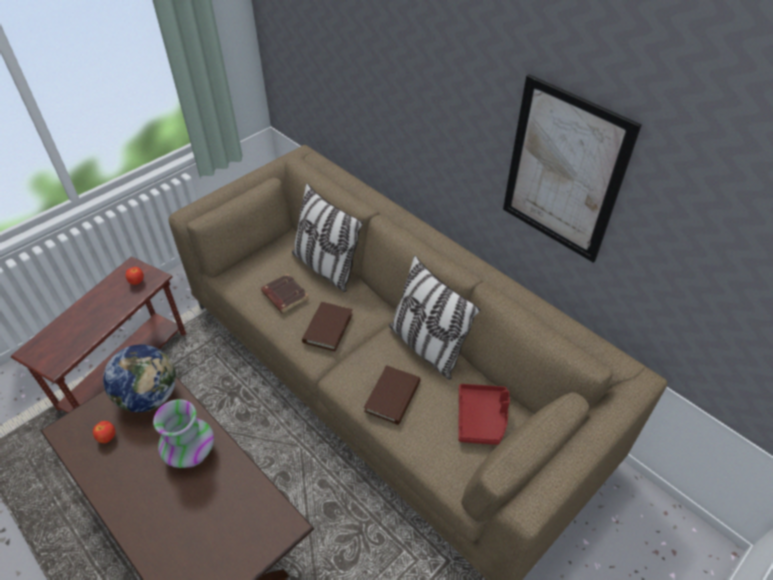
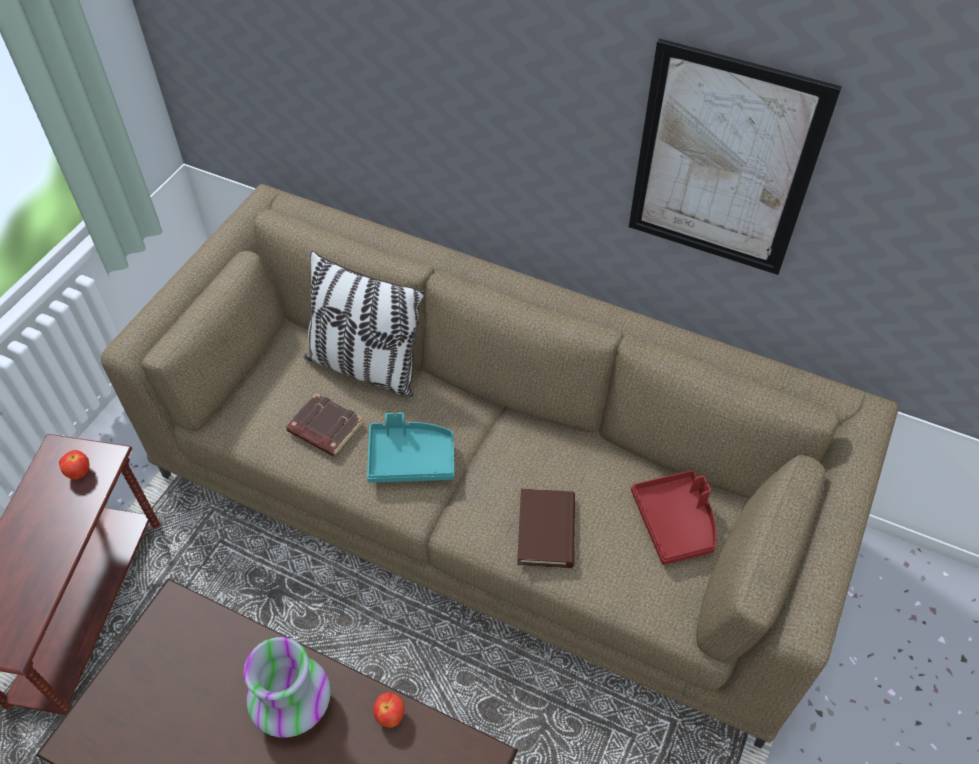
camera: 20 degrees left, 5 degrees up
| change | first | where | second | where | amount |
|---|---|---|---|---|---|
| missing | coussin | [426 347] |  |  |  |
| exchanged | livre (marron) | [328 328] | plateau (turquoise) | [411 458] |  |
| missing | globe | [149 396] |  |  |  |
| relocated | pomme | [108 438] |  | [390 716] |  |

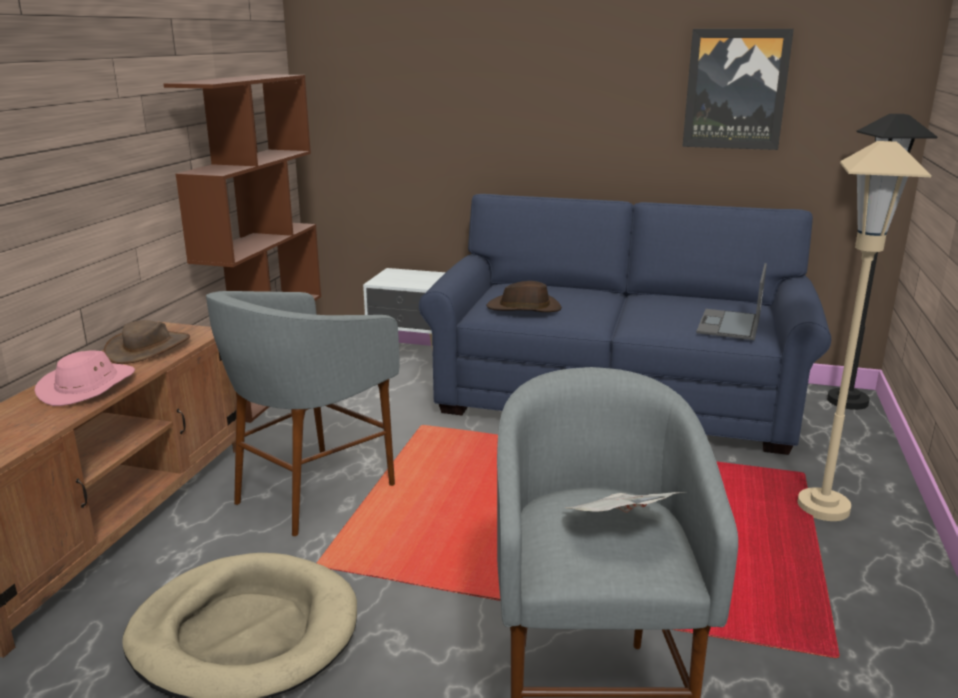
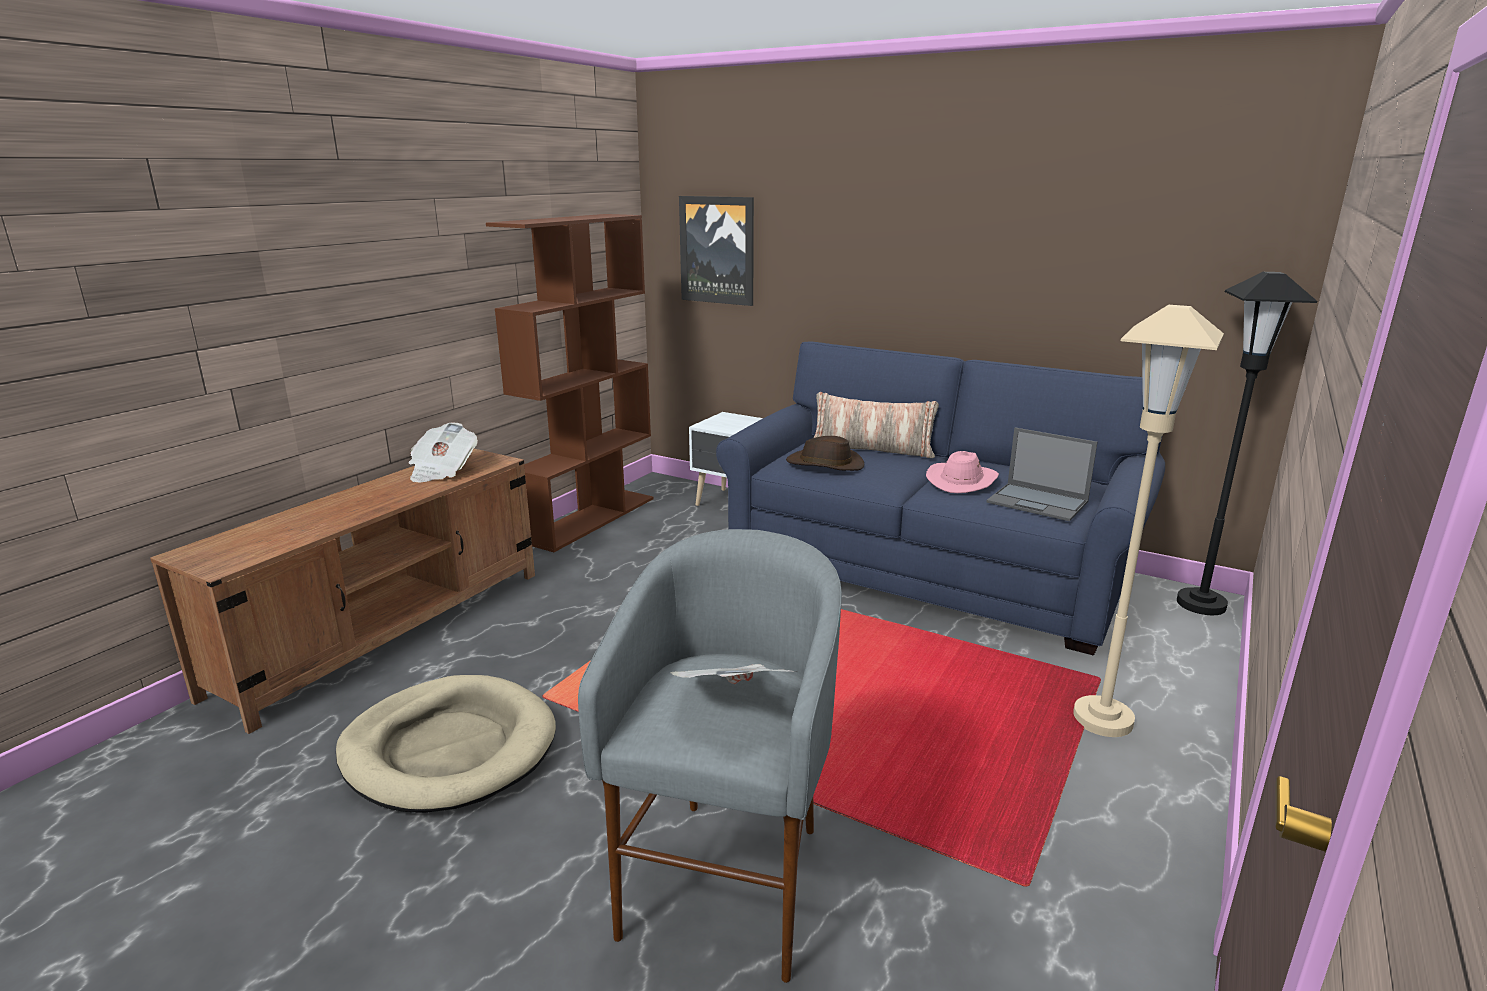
camera: 15 degrees right, 0 degrees up
| change | first | where | second | where | amount |
|---|---|---|---|---|---|
| relocated | tableau | [735 89] |  | [717 250] |  |
| spun | ordinateur portable | [729 325] |  | [1038 502] | 90 degrees counterclockwise |
| missing | tabouret (gris) | [312 493] |  |  |  |
| exchanged | chapeau (marron) | [148 348] | journal | [442 471] |  |
| relocated | chapeau (rose) | [88 387] |  | [962 481] |  |
| appeared |  |  | coussin | [872 449] |  |

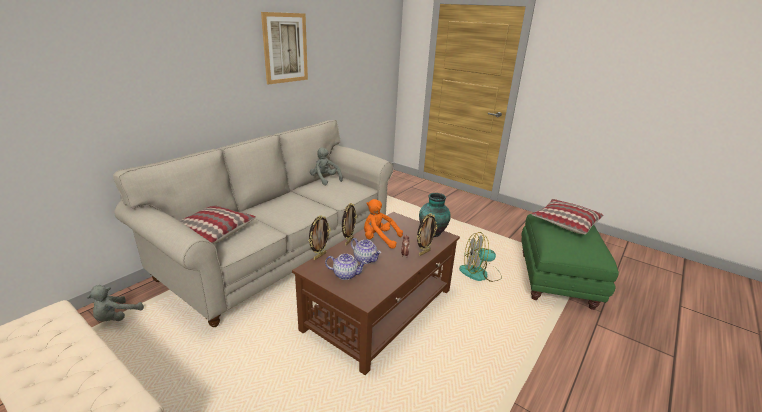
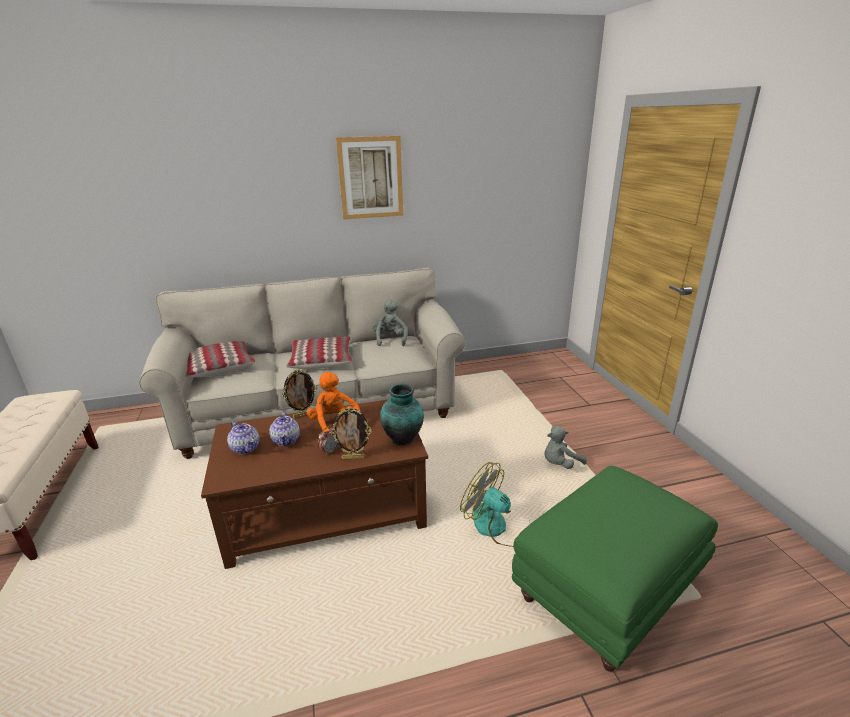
camera: 40 degrees right, 0 degrees up
| change | first | where | second | where | amount |
|---|---|---|---|---|---|
| relocated | coussin | [565 223] |  | [321 360] |  |
| missing | cadre photo | [319 256] |  |  |  |
| relocated | peluche (gris) | [116 318] |  | [560 464] |  |

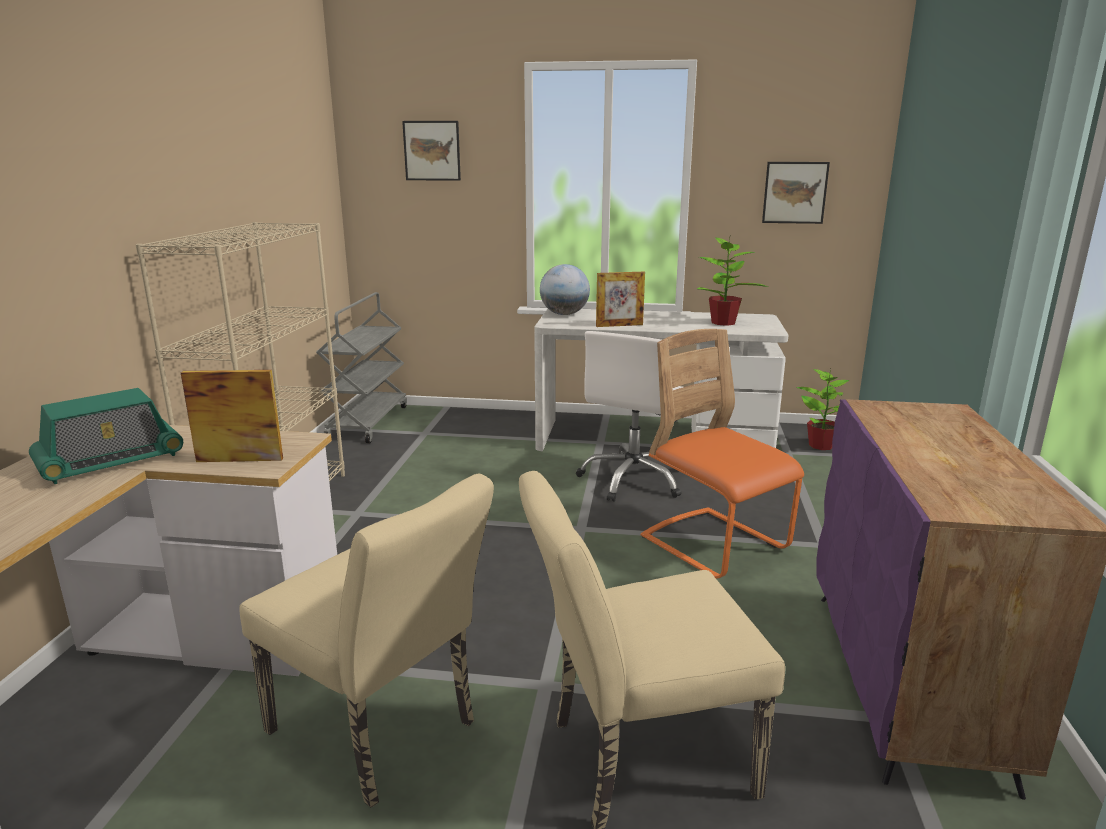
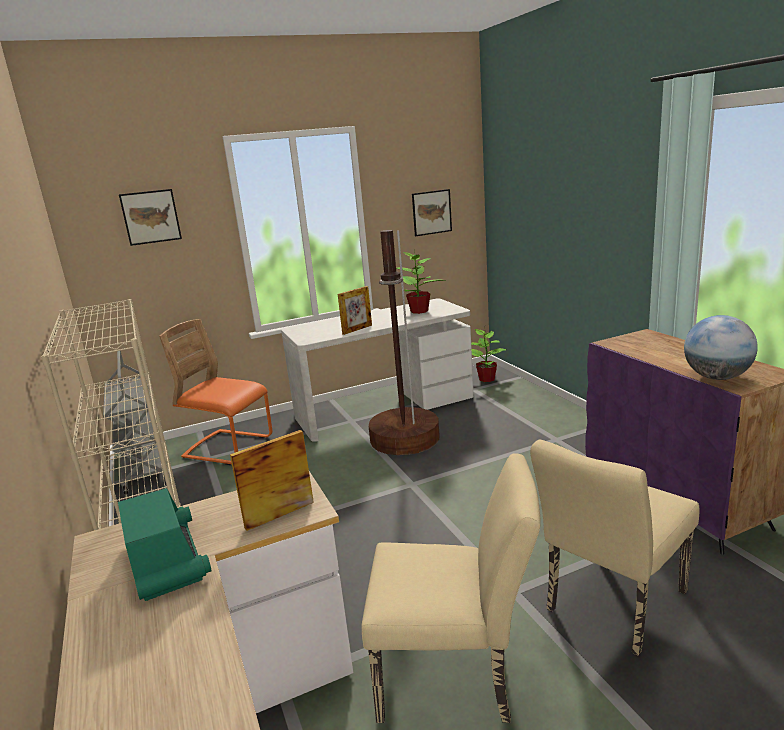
camera: 30 degrees left, 0 degrees up
| change | first | where | second | where | amount |
|---|---|---|---|---|---|
| relocated | globe | [564 314] |  | [716 377] |  |
| relocated | chaise (orange) | [714 545] |  | [228 448] |  |
| exchanged | chaise de bureau (blanc) | [633 480] | lampadaire (marron) | [404 439] |  |
| spun | radio | [111 461] |  | [167 561] | 45 degrees counterclockwise |

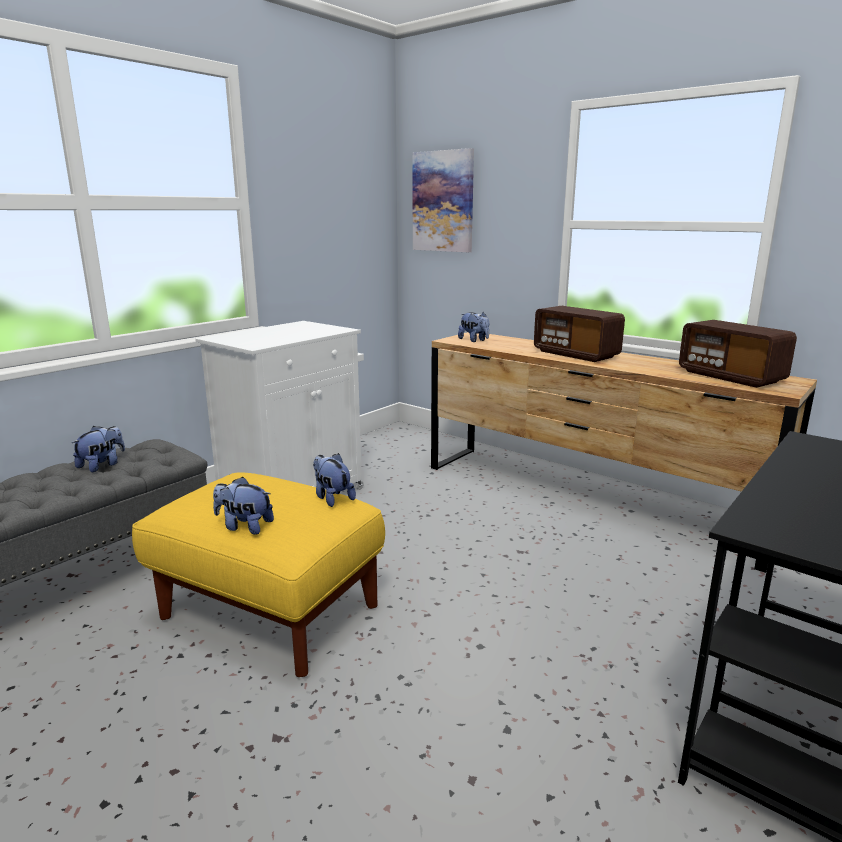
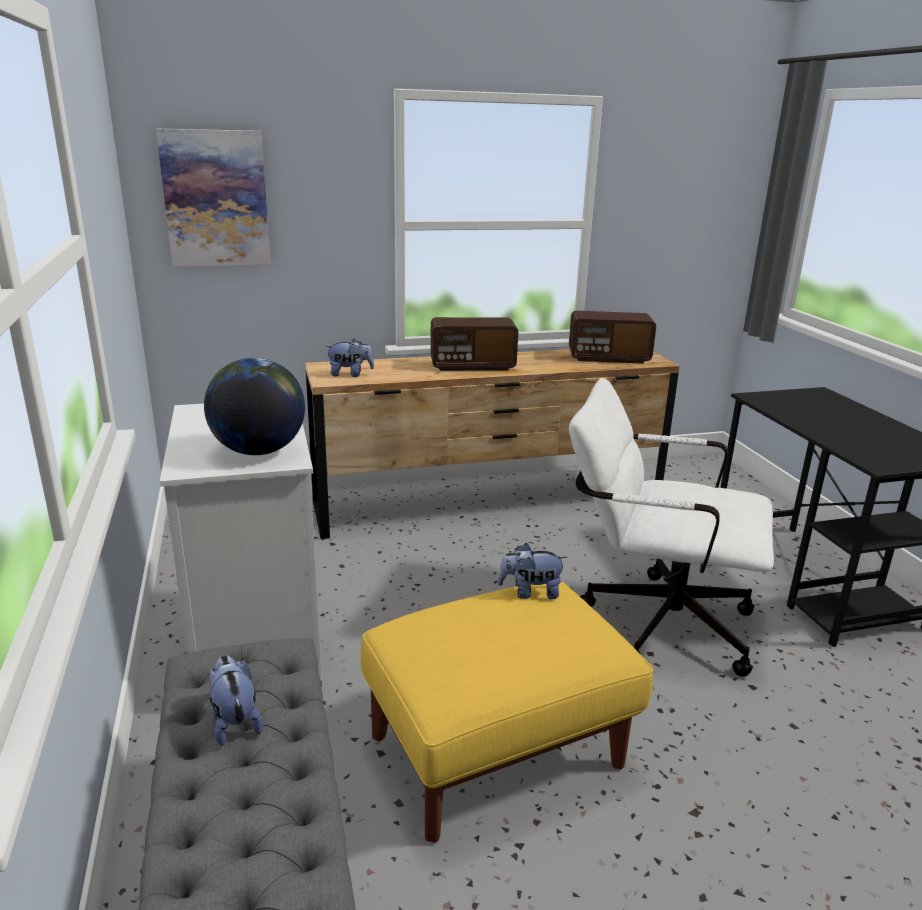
camera: 55 degrees left, 5 degrees up
| change | first | where | second | where | amount |
|---|---|---|---|---|---|
| missing | peluche | [244 526] |  |  |  |
| appeared |  |  | globe | [258 451] |  |
| appeared |  |  | chaise de bureau (blanc) | [652 621] |  |

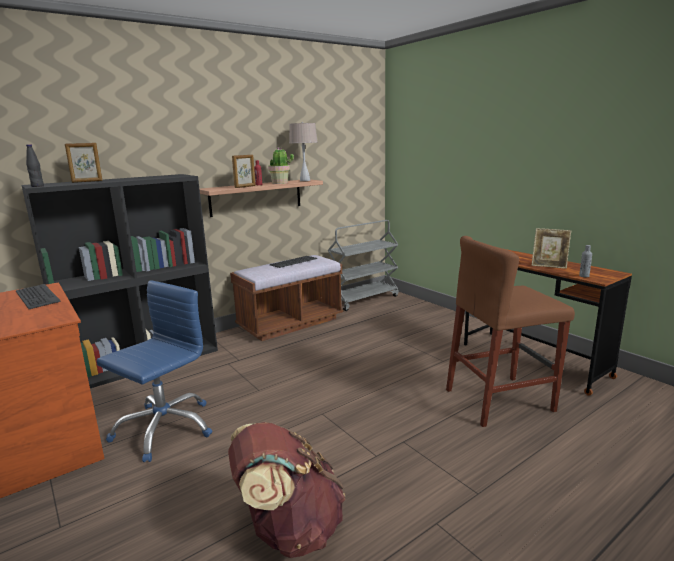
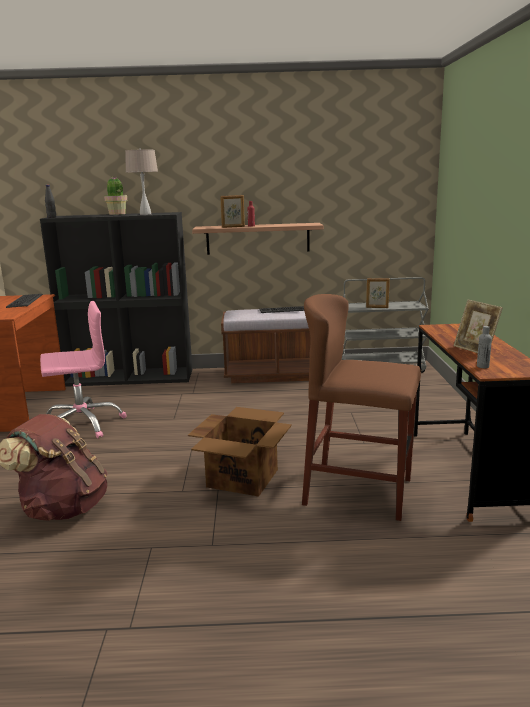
camera: 35 degrees right, 0 degrees up
| change | first | where | second | where | amount |
|---|---|---|---|---|---|
| relocated | lampe de table (beige) | [305 180] |  | [145 214] |  |
| relocated | cadre photo | [87 181] |  | [377 307] |  |
| relocated | plante en pot | [280 183] |  | [117 214] |  |
| colour | chaise de bureau (bleu) | [164 428] | chaise de bureau (rose) | [82 424] |  |
| appeared |  |  | carton | [243 478] |  |

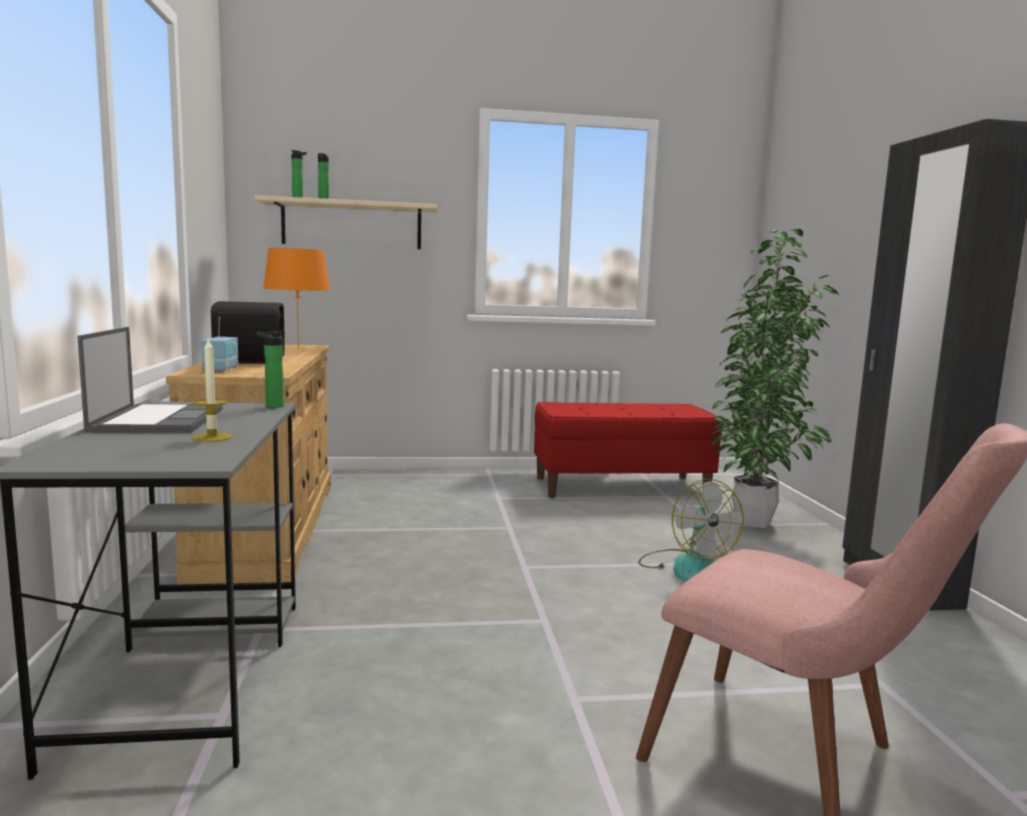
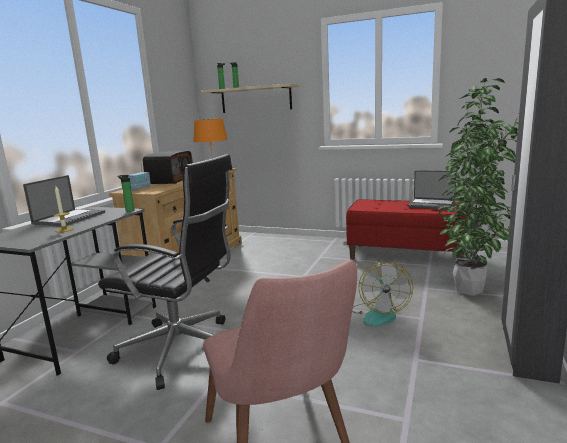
camera: 30 degrees right, 5 degrees up
| change | first | where | second | where | amount |
|---|---|---|---|---|---|
| appeared |  |  | chaise de bureau (noir) | [182 350] |  |
| appeared |  |  | ordinateur portable | [432 205] |  |

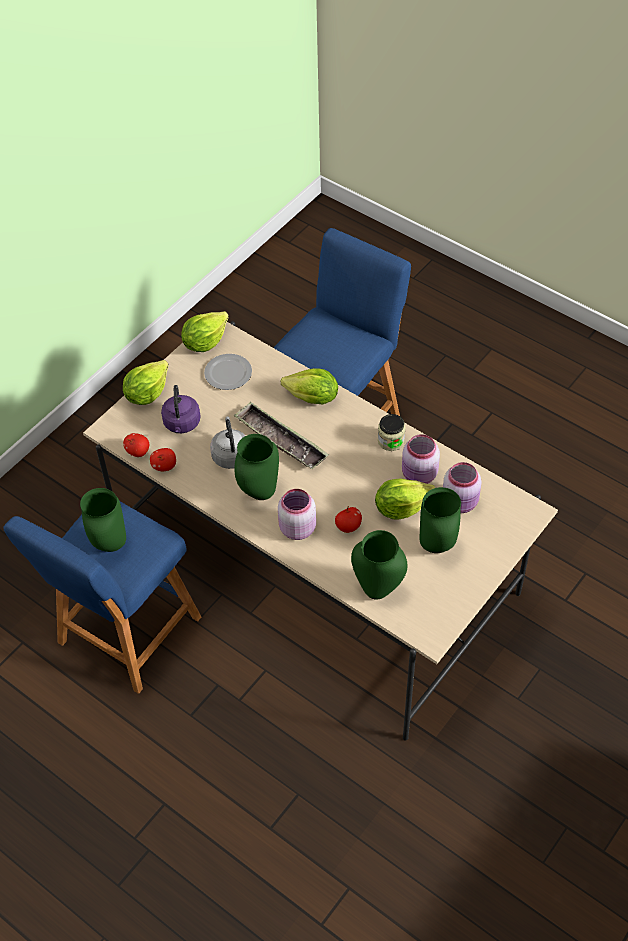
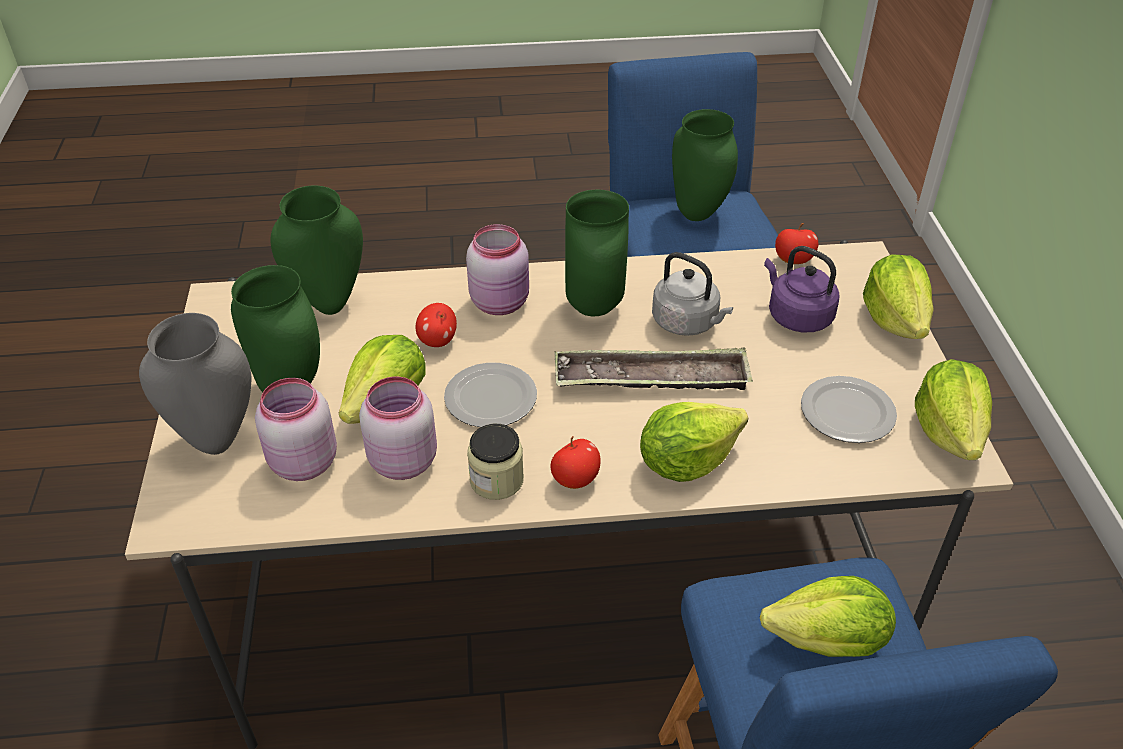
camera: 135 degrees right, 10 degrees down
| change | first | where | second | where | amount |
|---|---|---|---|---|---|
| relocated | pomme | [164 466] |  | [575 479] |  |
| appeared |  |  | vase (gris) | [217 439] |  |
| appeared |  |  | assiette | [490 399] |  |
| appeared |  |  | laitue | [828 642] |  |

